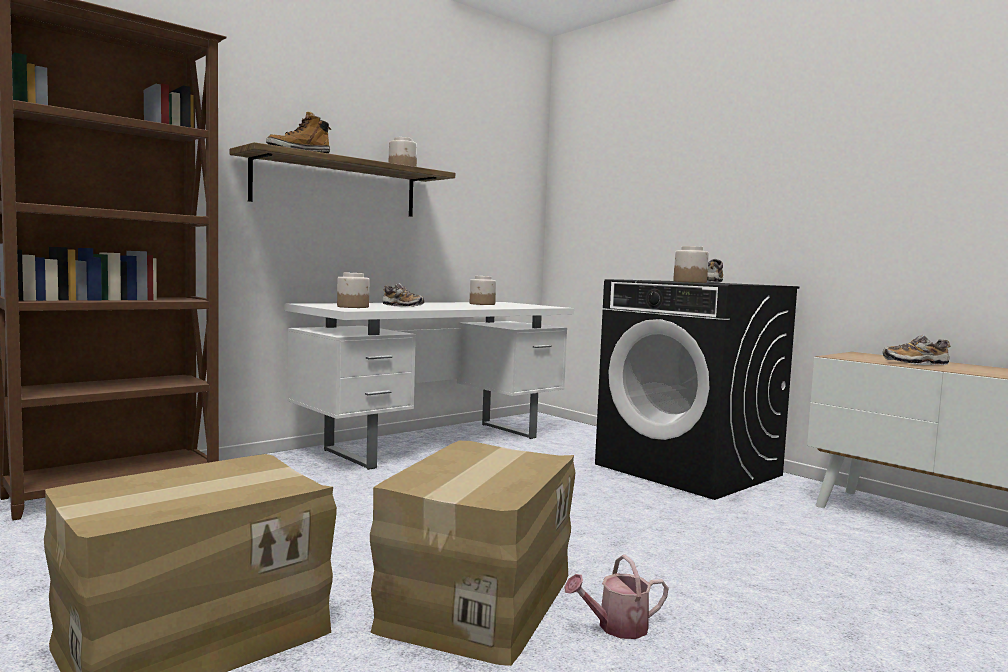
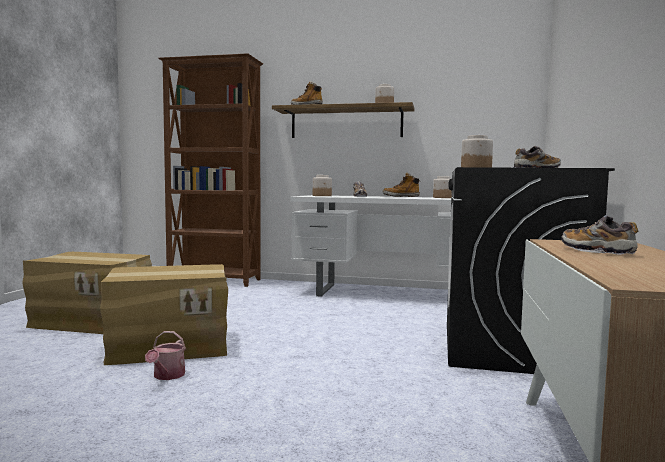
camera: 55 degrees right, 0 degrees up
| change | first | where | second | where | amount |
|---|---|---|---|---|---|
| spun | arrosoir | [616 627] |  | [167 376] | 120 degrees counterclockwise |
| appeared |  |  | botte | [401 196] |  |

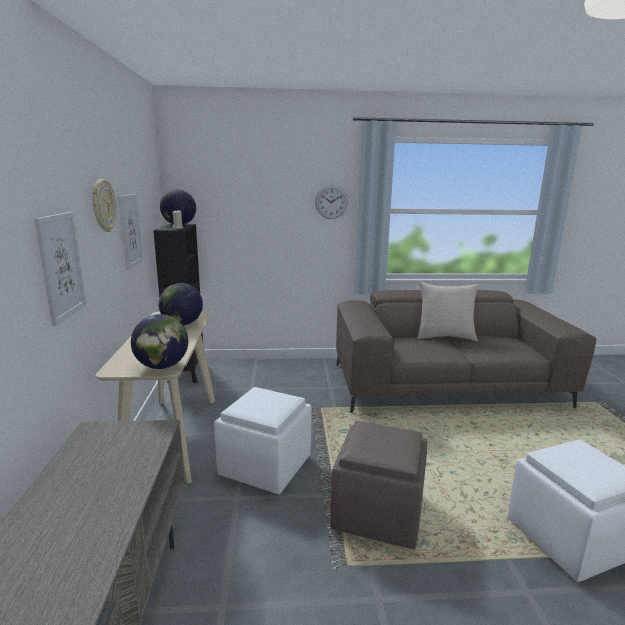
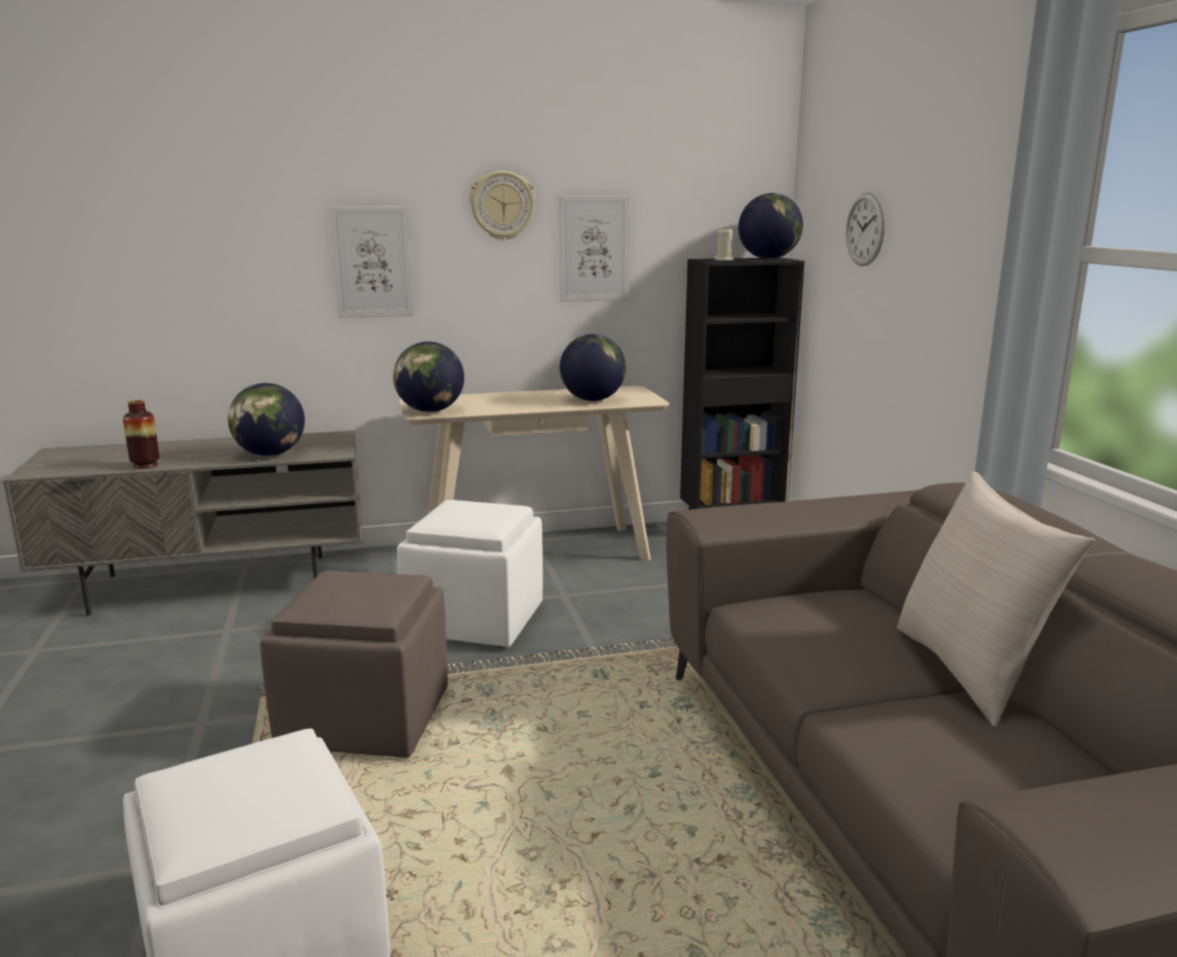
camera: 80 degrees right, 0 degrees up
| change | first | where | second | where | amount |
|---|---|---|---|---|---|
| relocated | horloge murale | [331 202] |  | [865 229] |  |
| appeared |  |  | globe | [270 454] |  |
| appeared |  |  | vase | [145 465] |  |

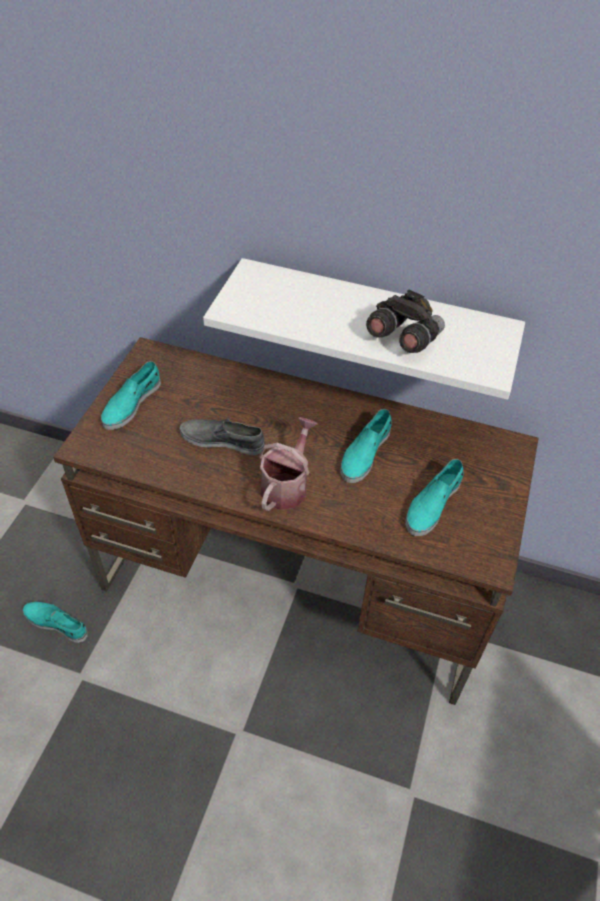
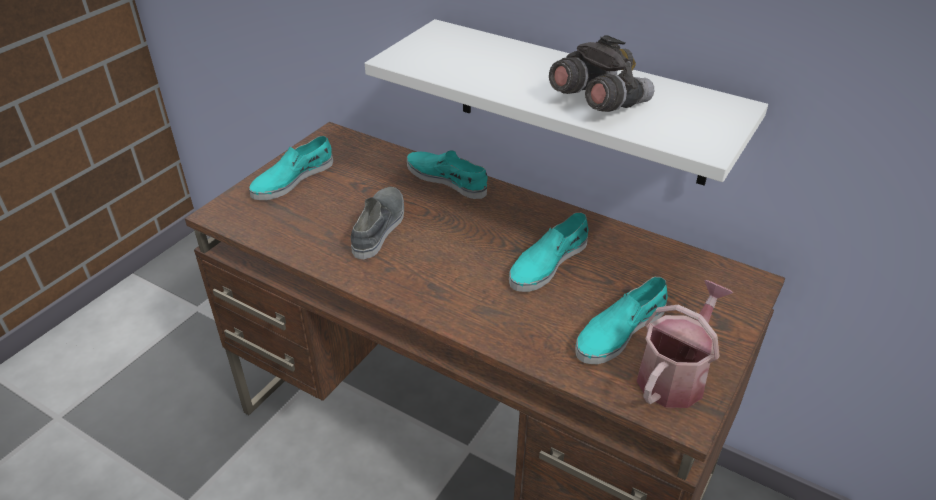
camera: 15 degrees right, 10 degrees down
| change | first | where | second | where | amount |
|---|---|---|---|---|---|
| relocated | arrosoir | [287 485] |  | [675 374] |  |
| spun | chaussure (gris) | [222 440] |  | [379 227] | 75 degrees clockwise |
| relocated | chaussure (turquoise) | [56 623] |  | [447 179] |  |

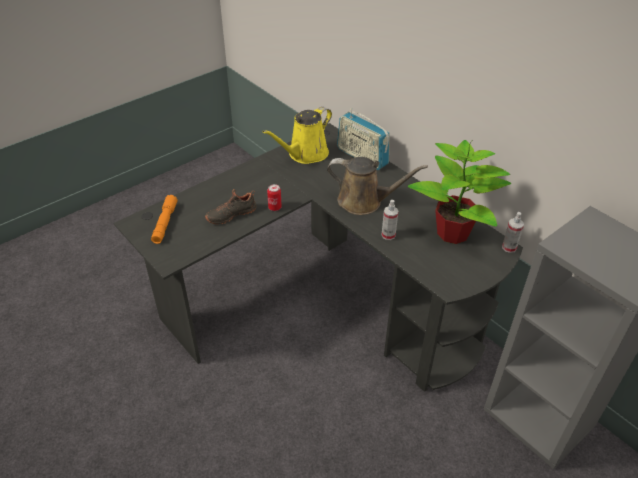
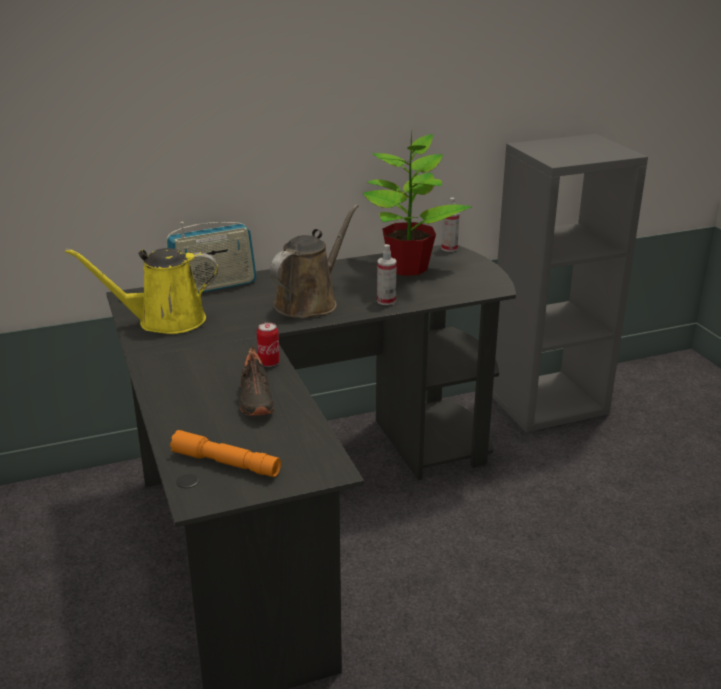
camera: 70 degrees left, 15 degrees down
| change | first | where | second | where | amount |
|---|---|---|---|---|---|
| spun | arrosoir (jaune) | [305 154] |  | [164 321] | 105 degrees clockwise |

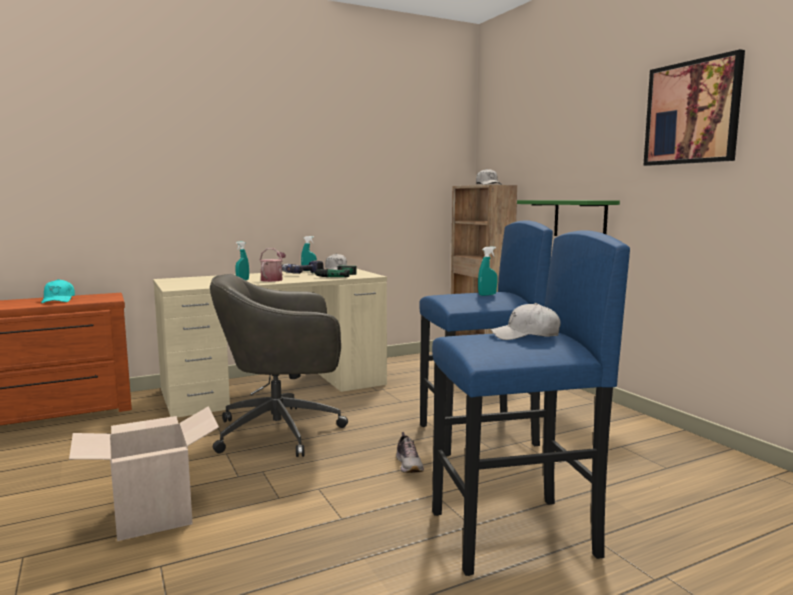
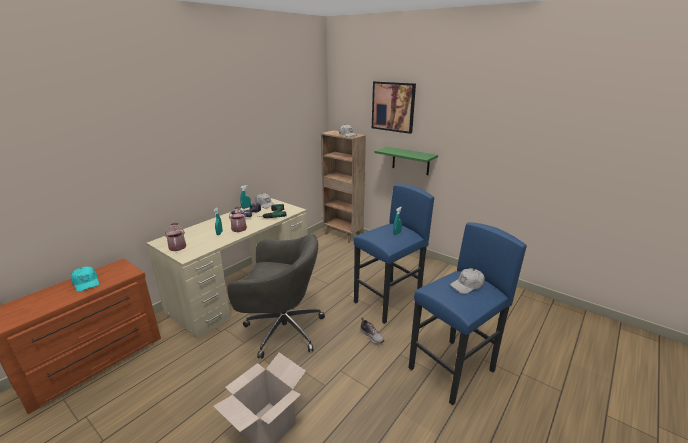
camera: 25 degrees left, 15 degrees up
| change | first | where | second | where | amount |
|---|---|---|---|---|---|
| relocated | tableau | [692 113] |  | [393 107] |  |
| spun | chaise de bureau (gris) | [283 431] |  | [281 329] | 135 degrees counterclockwise |
| appeared |  |  | arrosoir | [177 246] |  |

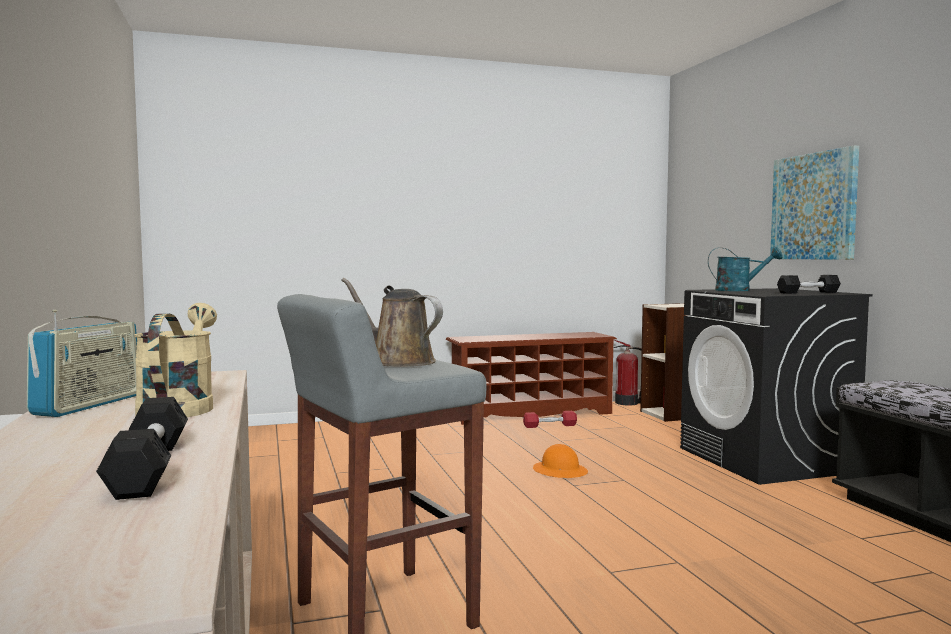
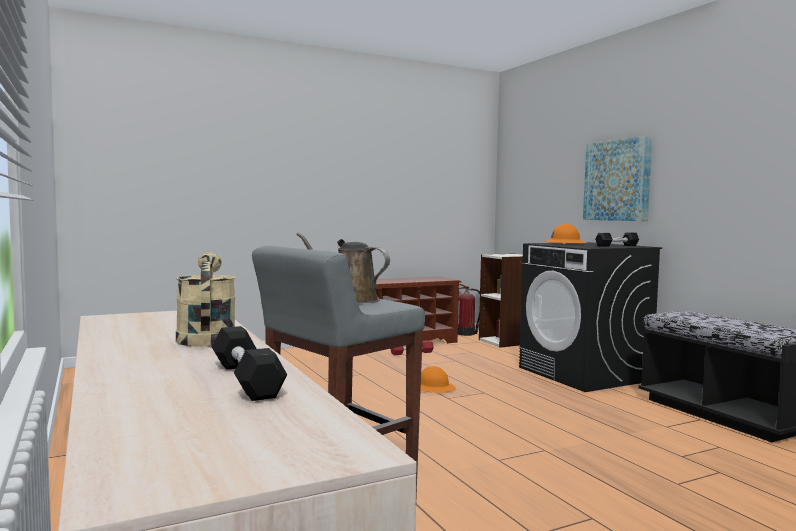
camera: 10 degrees left, 0 degrees up
| change | first | where | second | where | amount |
|---|---|---|---|---|---|
| exchanged | arrosoir (turquoise) | [739 290] | casque de chantier (orange) | [564 243] |  |
| missing | radio | [89 405] |  |  |  |

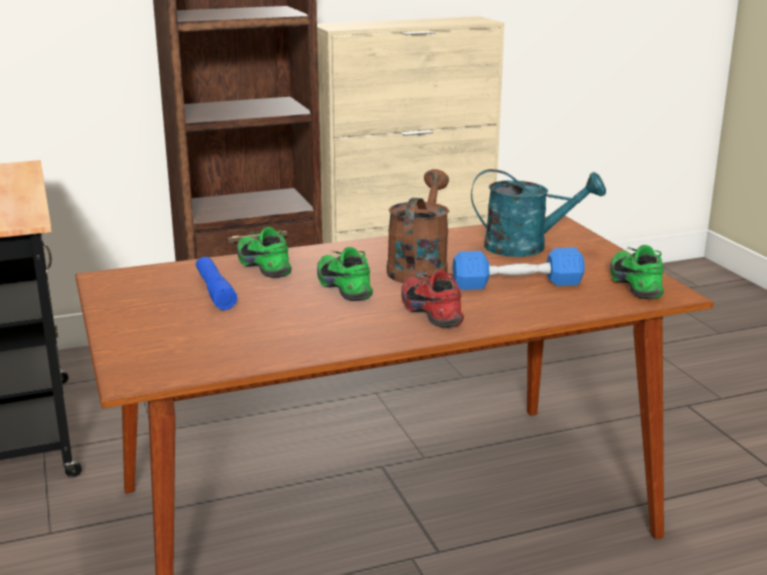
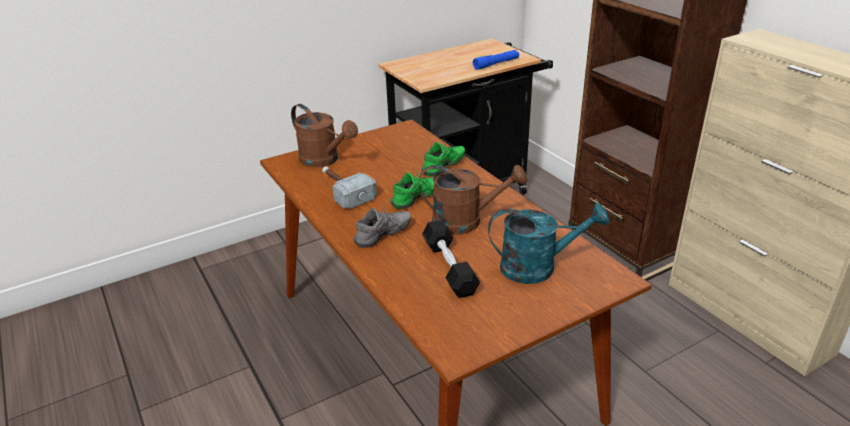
camera: 80 degrees right, 10 degrees up
| change | first | where | second | where | amount |
|---|---|---|---|---|---|
| spun | arrosoir (turquoise) | [527 247] |  | [538 267] | 90 degrees counterclockwise |
| missing | chaussure (vert) | [638 285] |  |  |  |
| colour | haltère (bleu) | [517 284] | haltère (noir) | [449 267] |  |
| relocated | lampe de poche (bleu) | [215 291] |  | [496 64] |  |
| colour | chaussure (rouge) | [434 312] | chaussure (gris) | [384 236] |  |
| appeared |  |  | arrosoir (marron) | [324 160] |  |
| appeared |  |  | marteau | [344 191] |  |

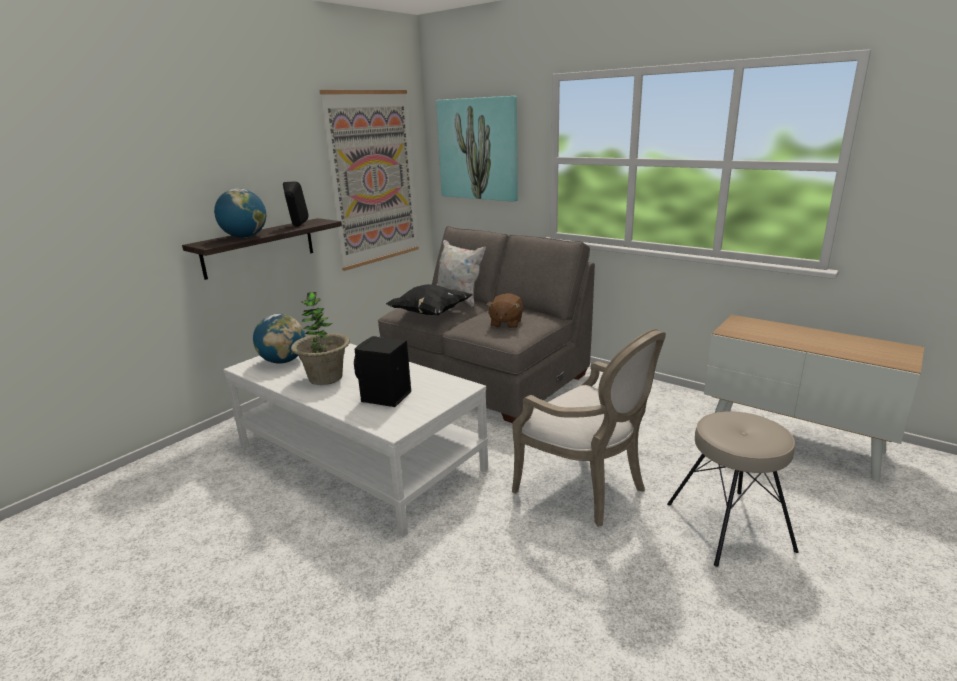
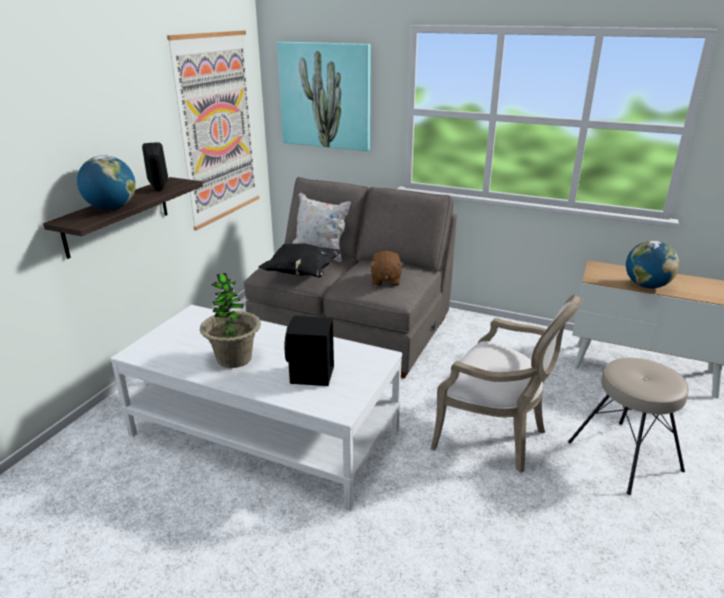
camera: 15 degrees left, 5 degrees up
| change | first | where | second | where | amount |
|---|---|---|---|---|---|
| relocated | globe | [283 361] |  | [646 286] |  |

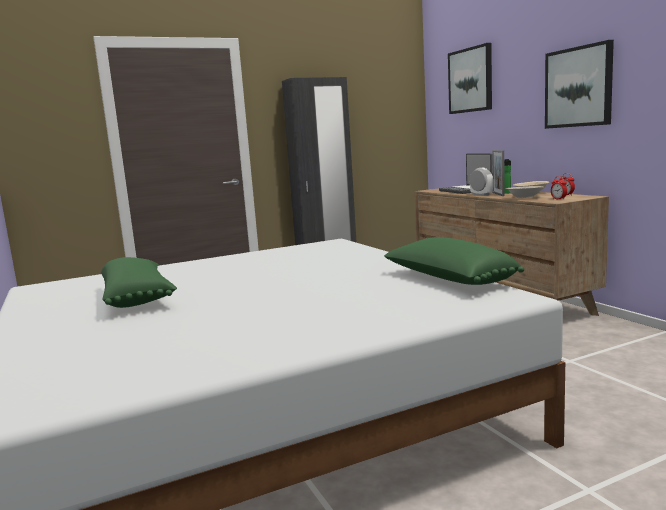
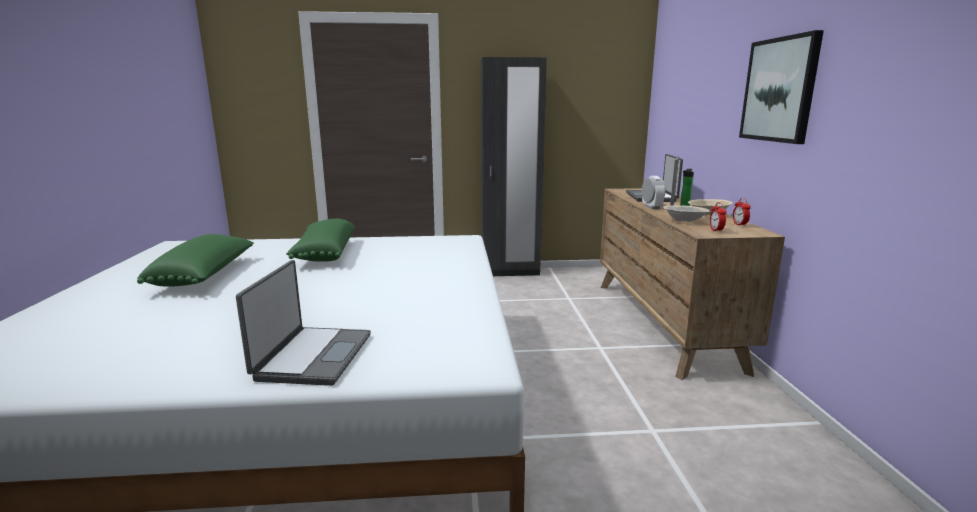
camera: 20 degrees right, 5 degrees up
| change | first | where | second | where | amount |
|---|---|---|---|---|---|
| missing | tableau | [471 80] |  |  |  |
| relocated | coussin (vert) | [448 279] |  | [324 253] |  |
| appeared |  |  | ordinateur portable | [312 356] |  |

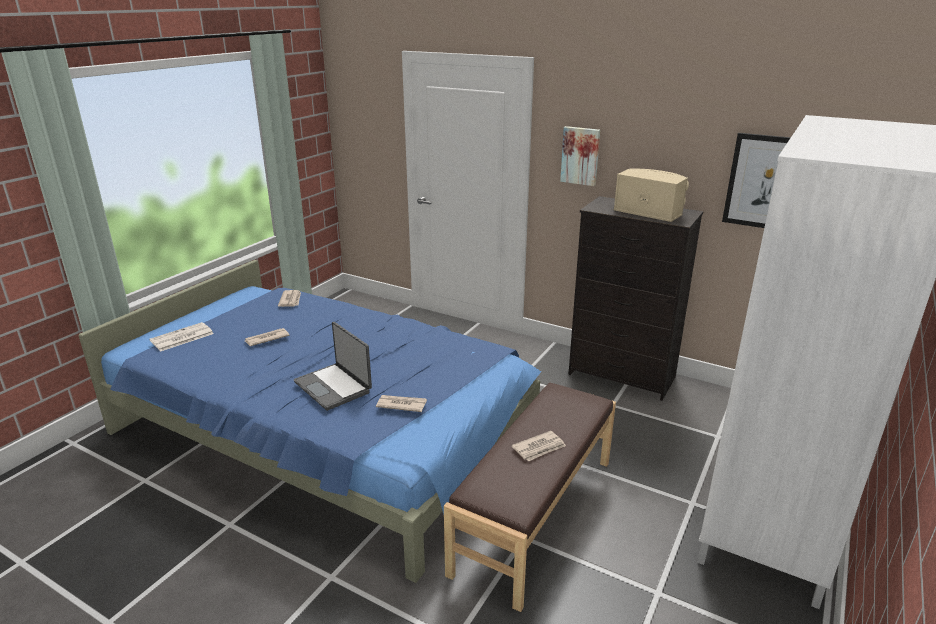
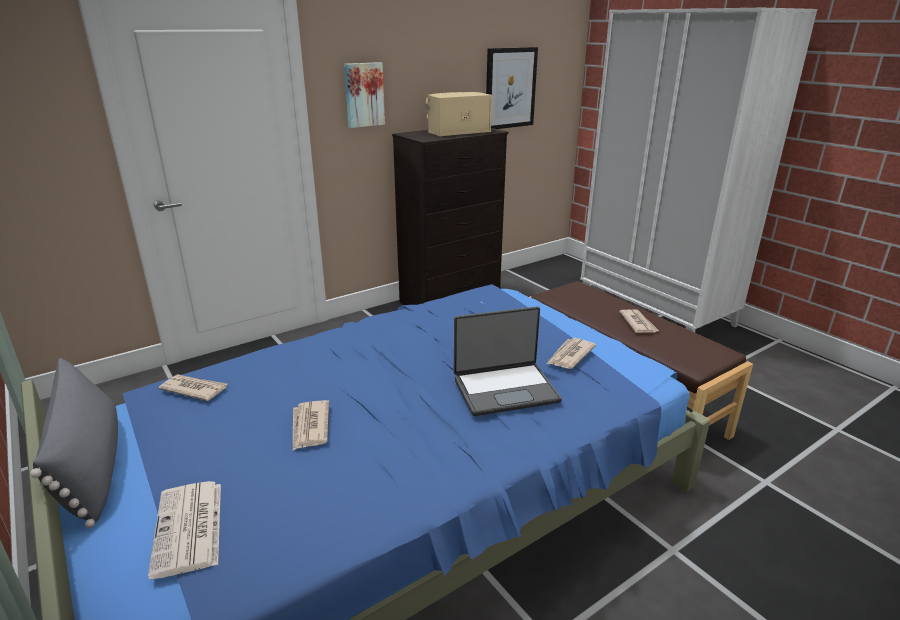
camera: 65 degrees left, 0 degrees up
| change | first | where | second | where | amount |
|---|---|---|---|---|---|
| appeared |  |  | coussin (gris) | [91 465] |  |

